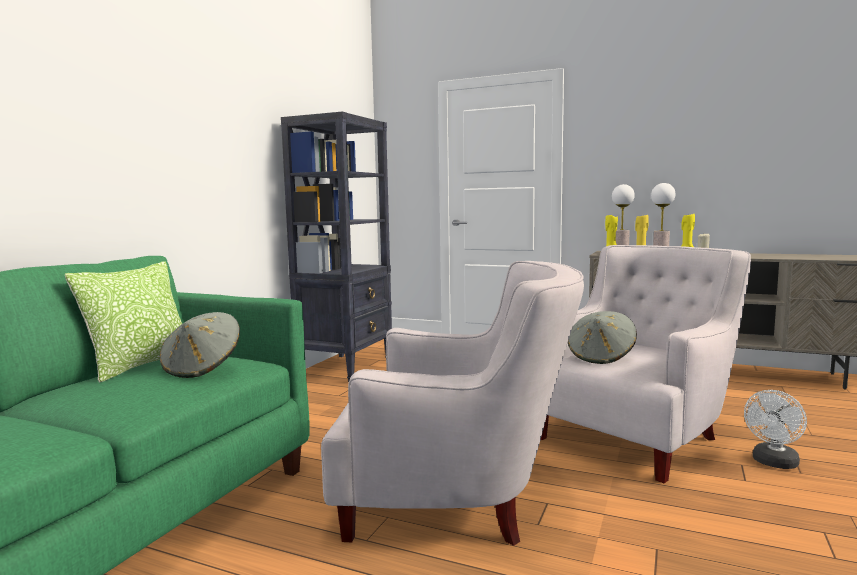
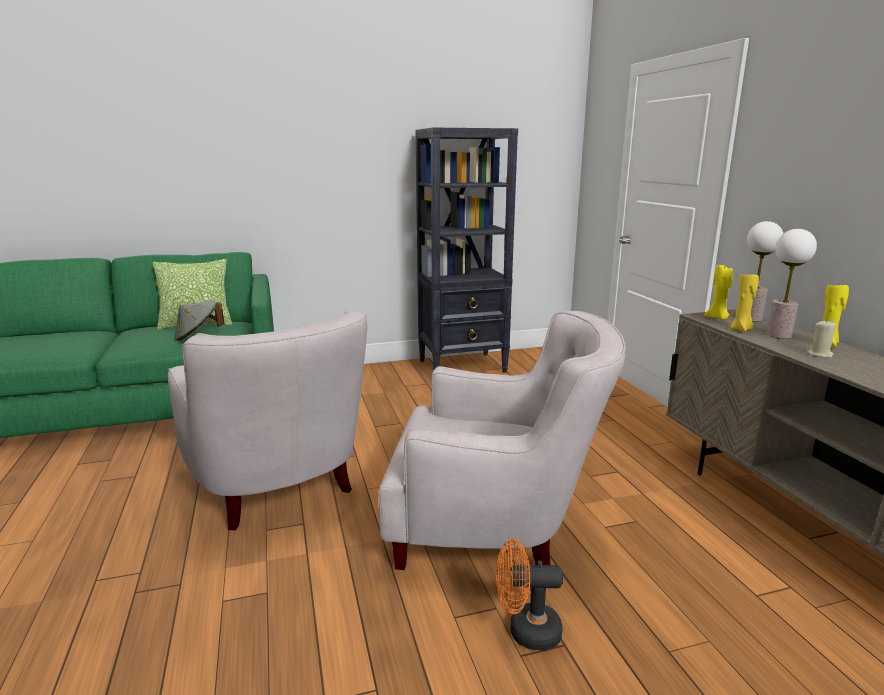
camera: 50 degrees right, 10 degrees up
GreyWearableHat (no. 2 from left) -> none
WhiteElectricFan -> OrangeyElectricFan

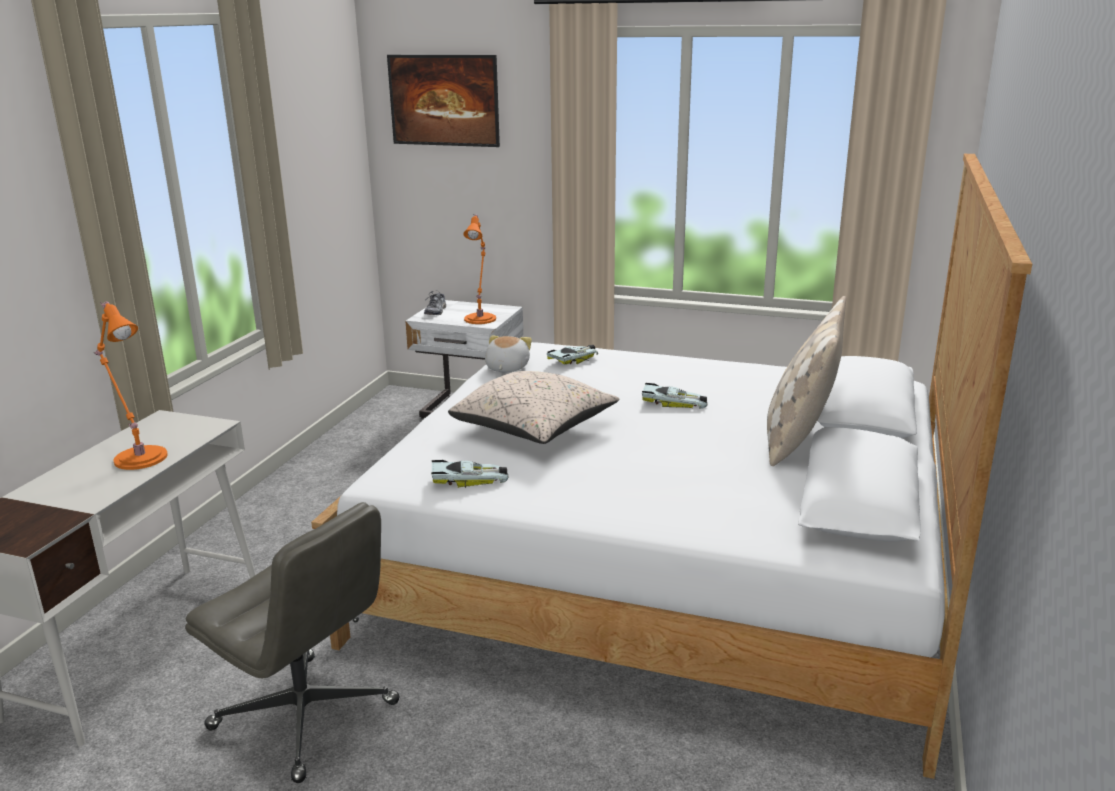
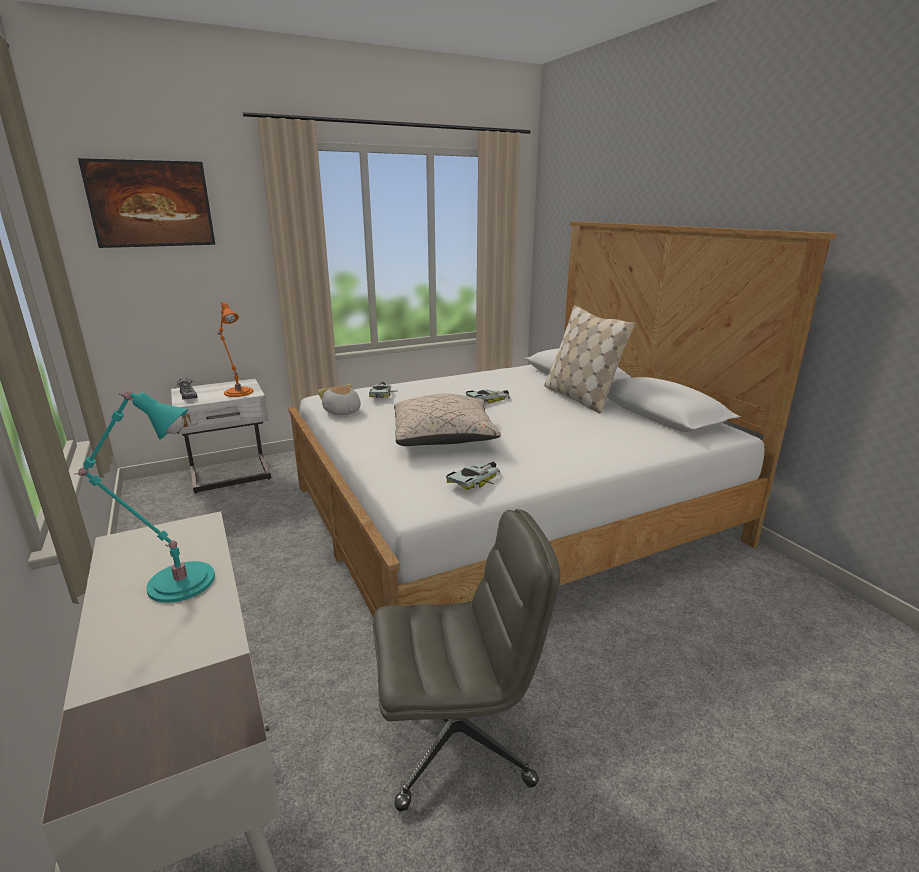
camera: 45 degrees left, 0 degrees up
OrangeyTabletopLamp (no. 1 from left) -> BlueGreenTabletopLamp

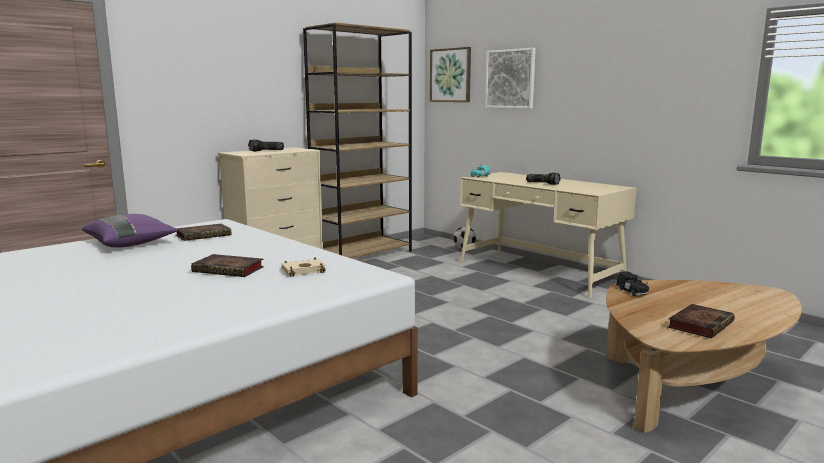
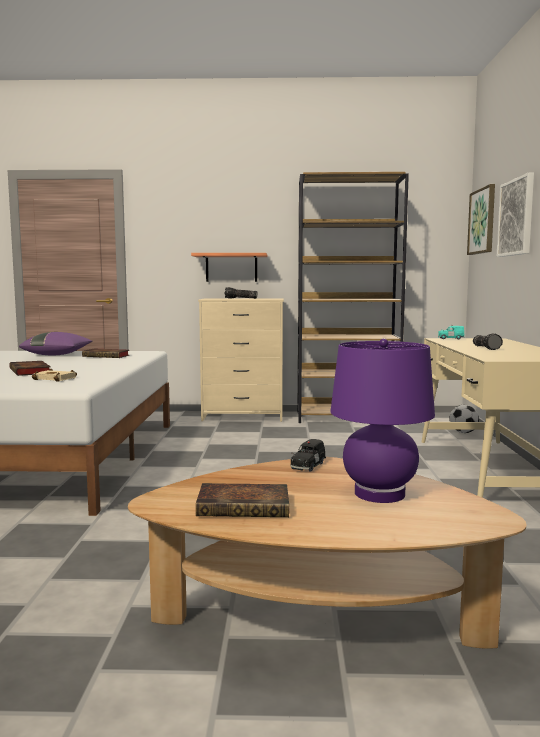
camera: 45 degrees right, 5 degrees down
none -> WallShelf
none -> PurpleTabletopLamp

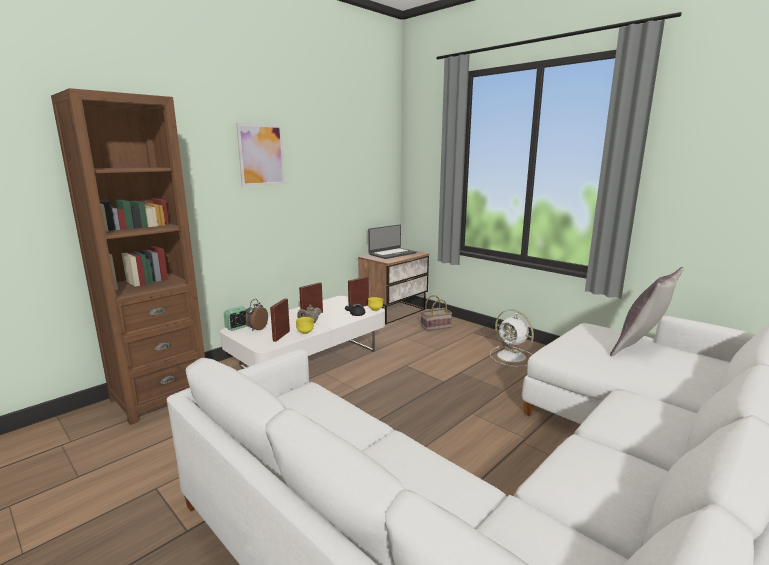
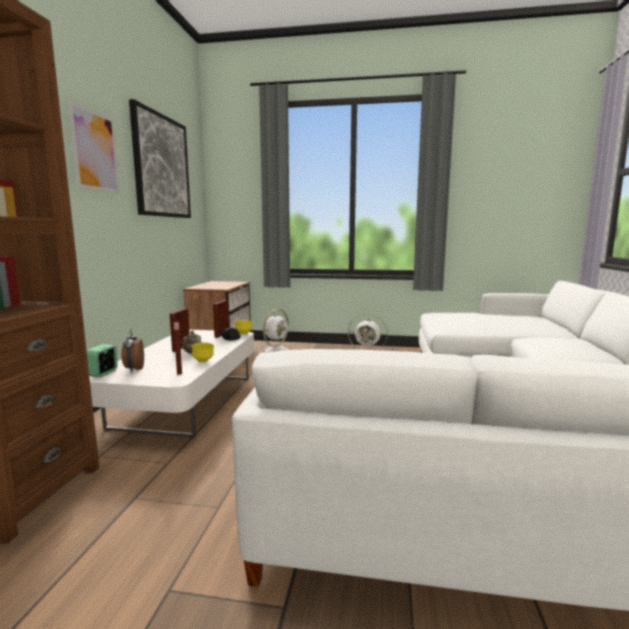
camera: 35 degrees left, 5 degrees down
PortableComputer -> none
GreyPillow -> none
none -> WallPicture (no. 2 from left)
HouseholdBasket -> WhiteElectricFan (no. 1 from left)

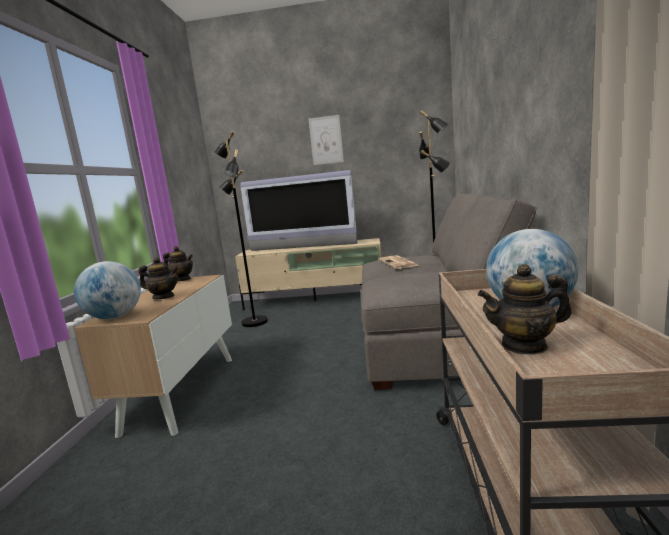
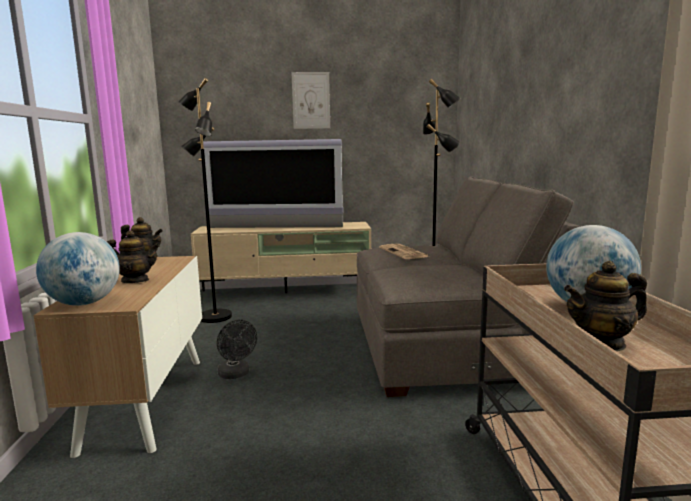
camera: 10 degrees left, 0 degrees up
none -> BlackishElectricFan

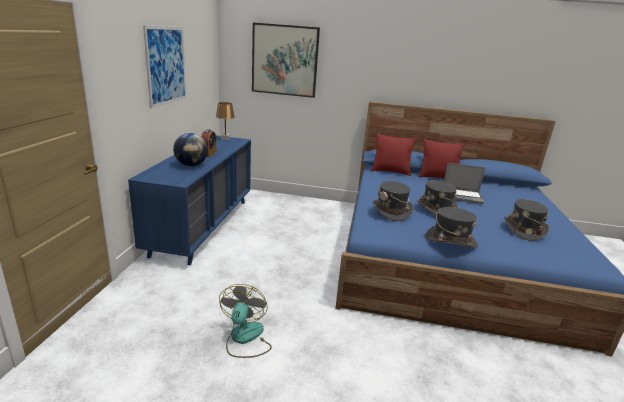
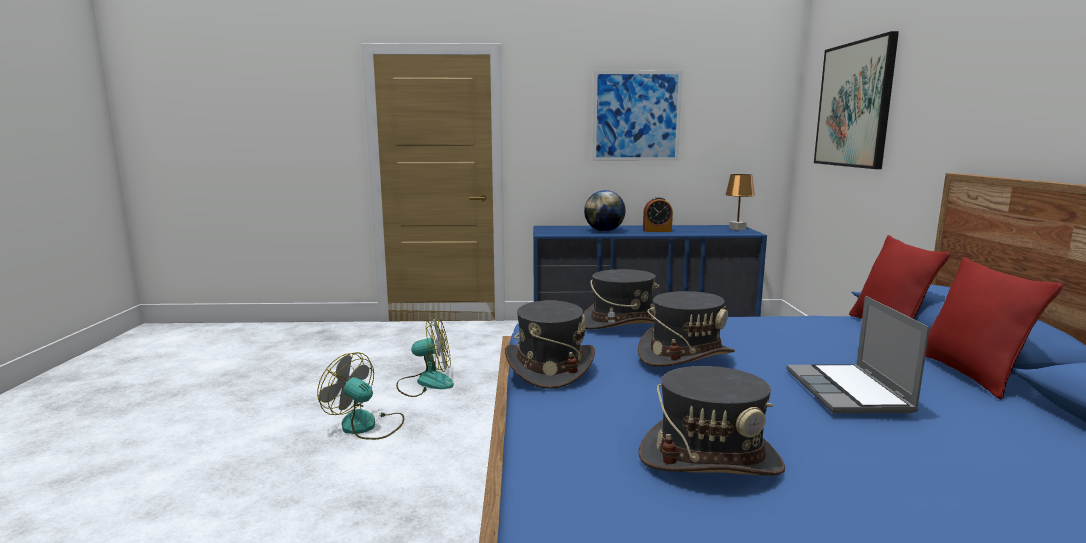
camera: 80 degrees right, 10 degrees down
none -> ElectricFan (no. 1 from left)

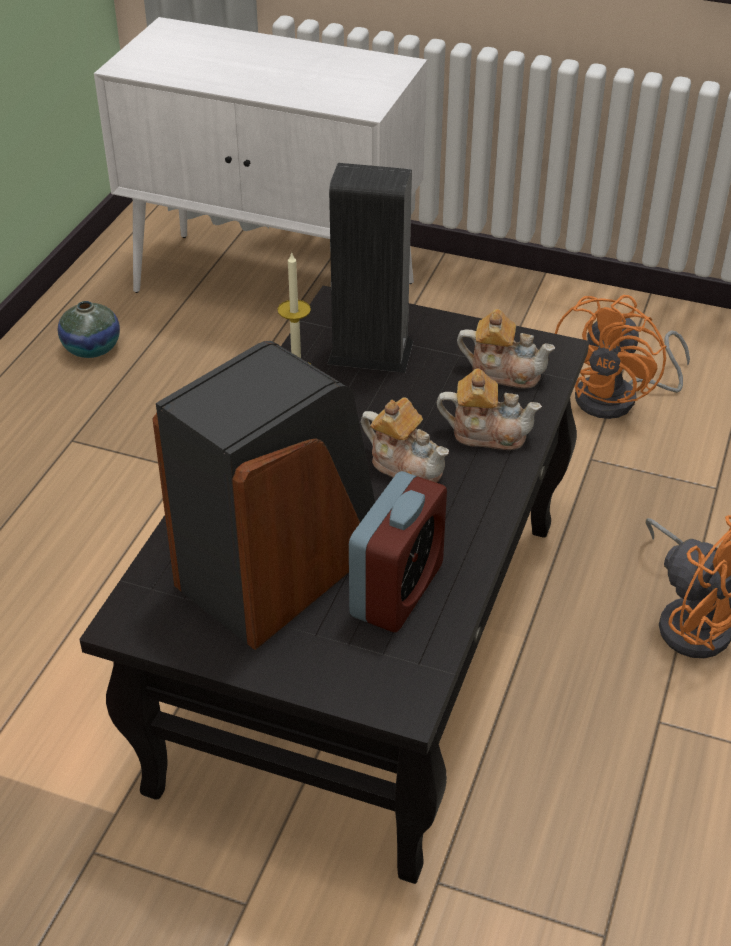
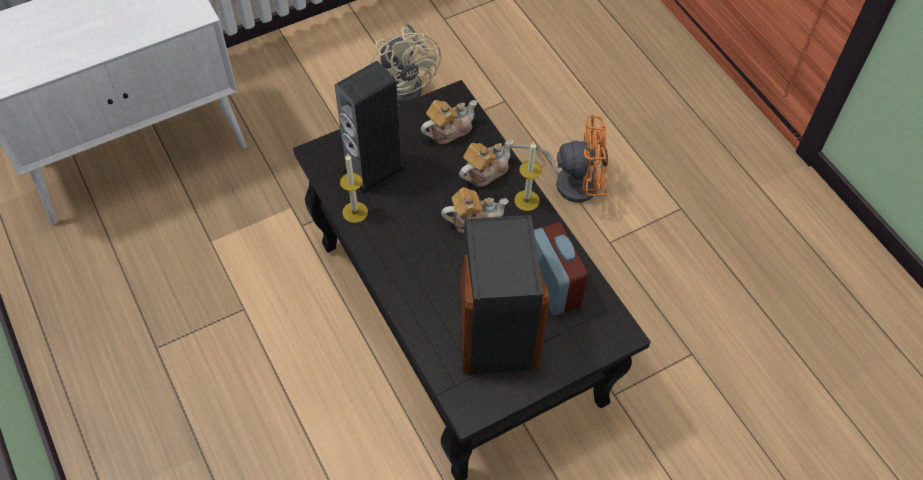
camera: 50 degrees left, 15 degrees up
FlowerVase -> none
none -> Candle (no. 2 from left)
OrangeyElectricFan (no. 1 from left) -> SandColouredElectricFan

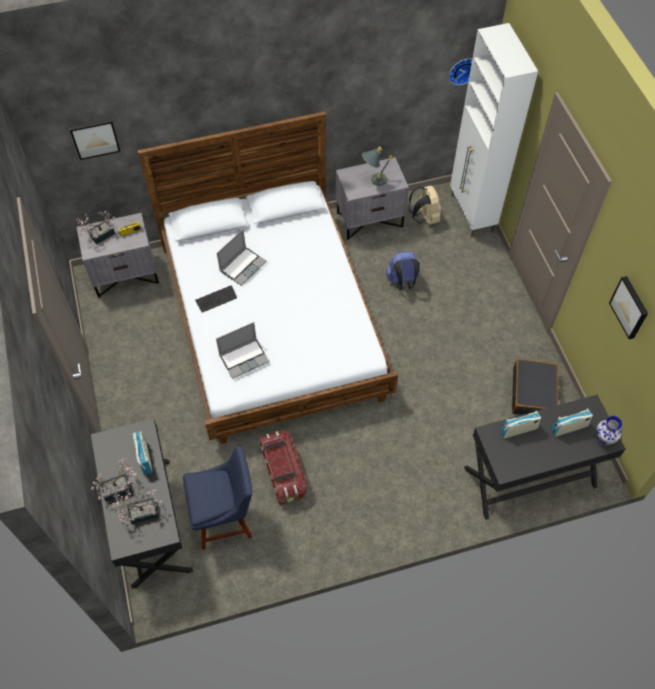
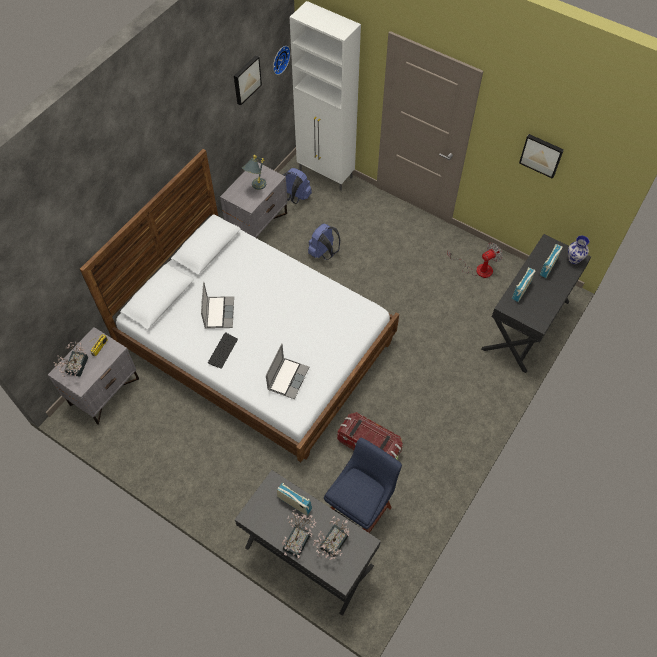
camera: 40 degrees left, 0 degrees up
WallPicture (no. 1 from left), relocated
BlackishTravelCase -> ElectricFan
SandColouredKnapsack -> BluishKnapsack (no. 1 from left)

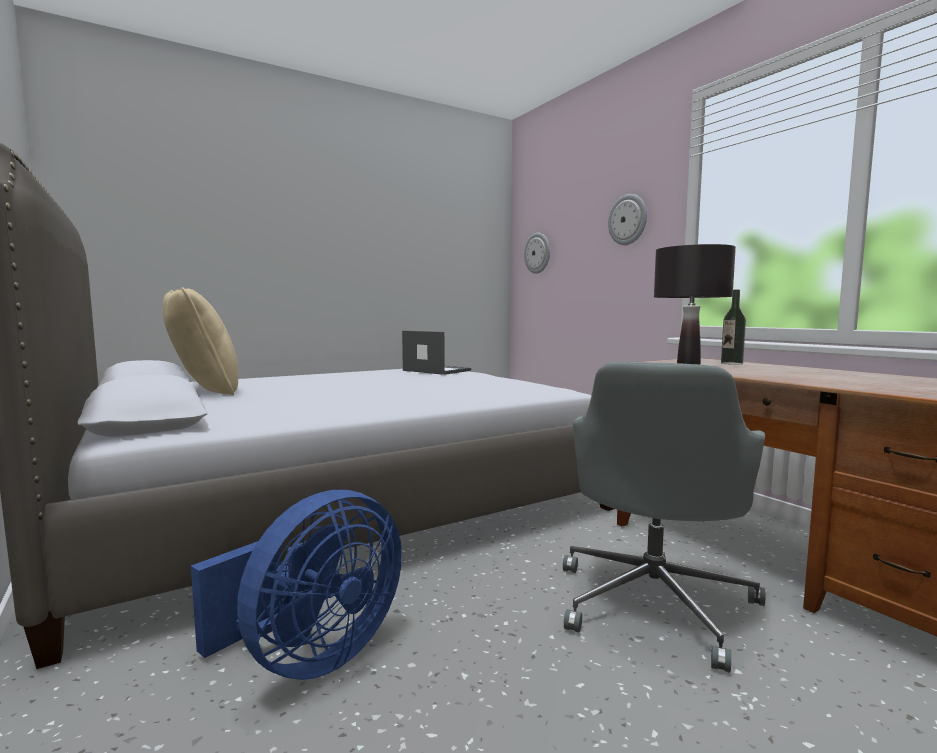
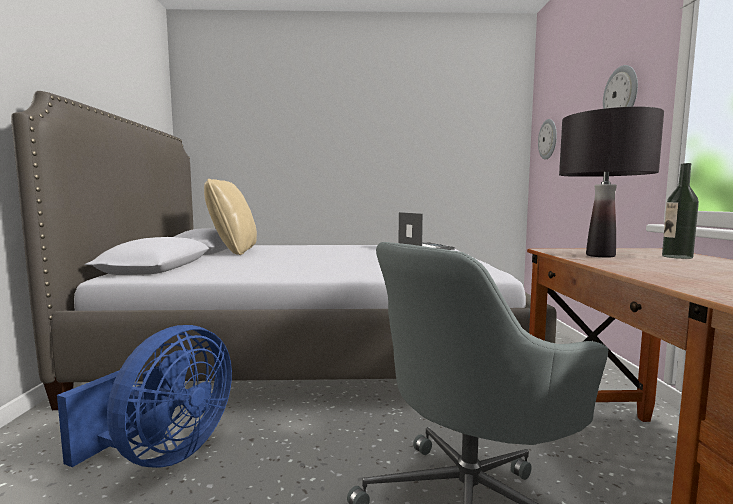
camera: 30 degrees right, 0 degrees up
BluishElectricFan, 45 degrees counterclockwise

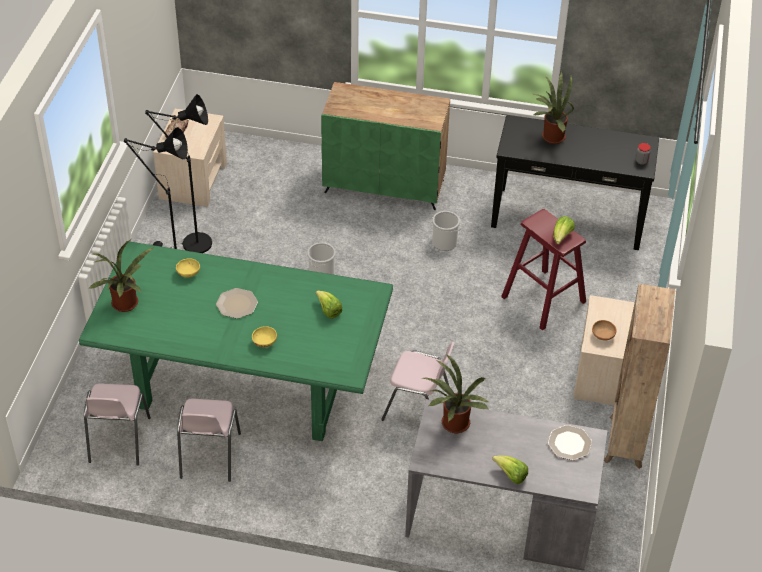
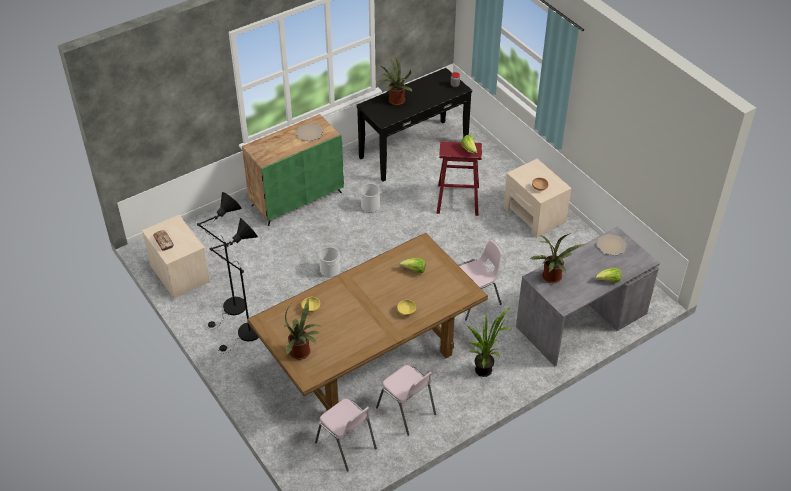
camera: 45 degrees left, 0 degrees up
BrownColouredBookcase -> none
none -> Houseplant (no. 3 from left)
DinnerPlate (no. 1 from left), relocated
GreenDiningTable -> BrownColouredDiningTable

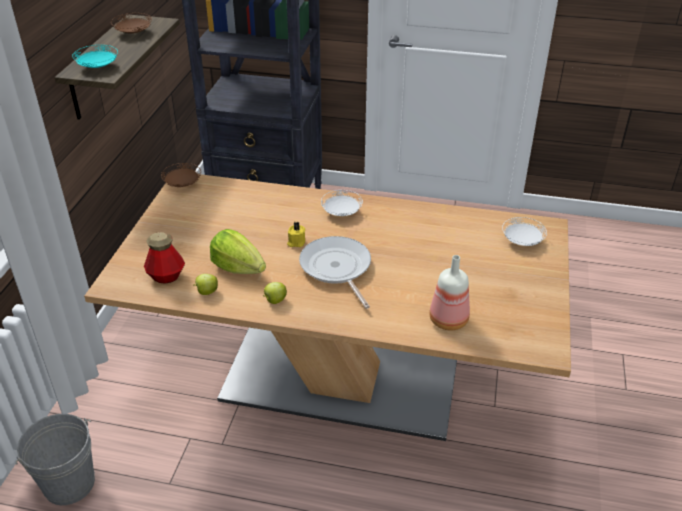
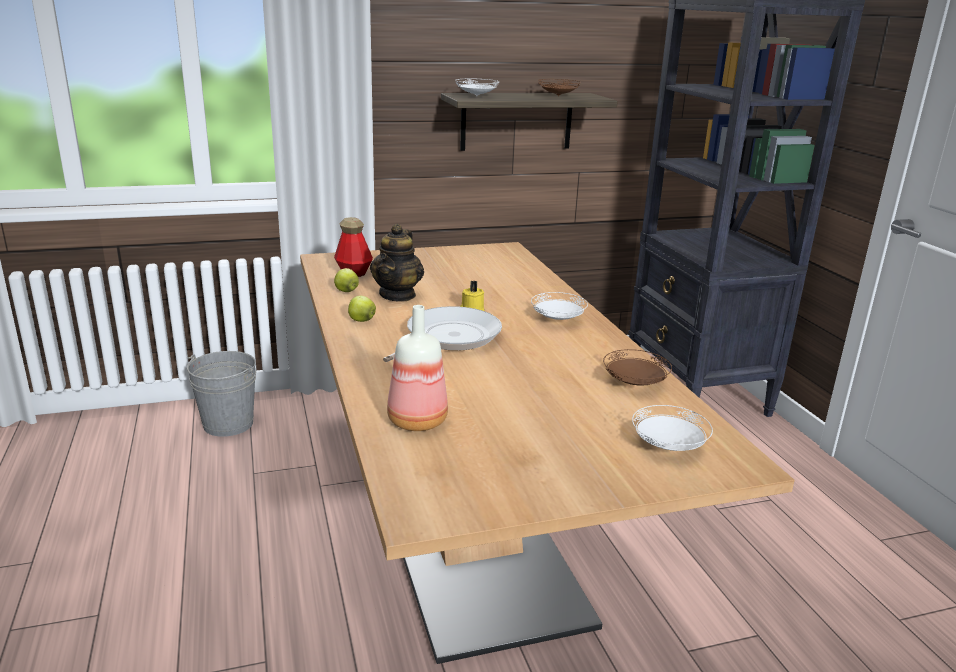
camera: 60 degrees right, 15 degrees down
BrownColouredDinnerPlate (no. 2 from left), relocated
HeadOfLettuce -> PotForTea
BlueGreenDinnerPlate -> WhiteDinnerPlate (no. 1 from left)

